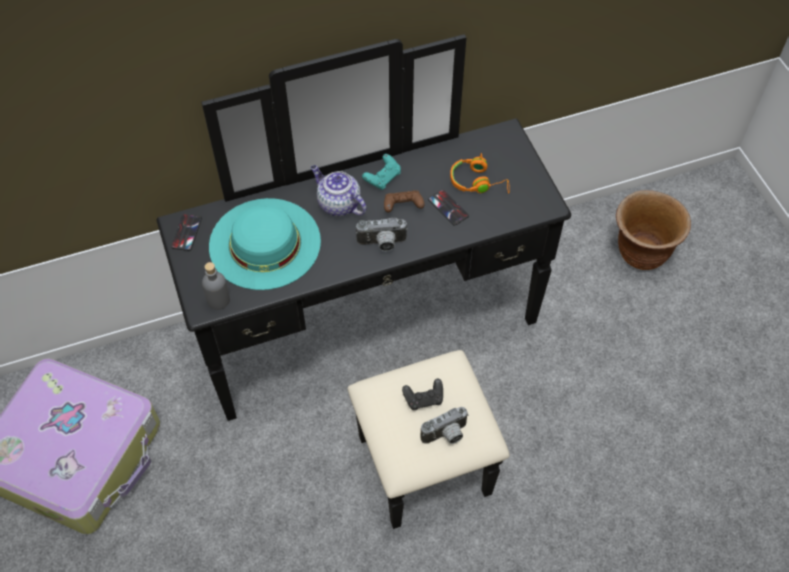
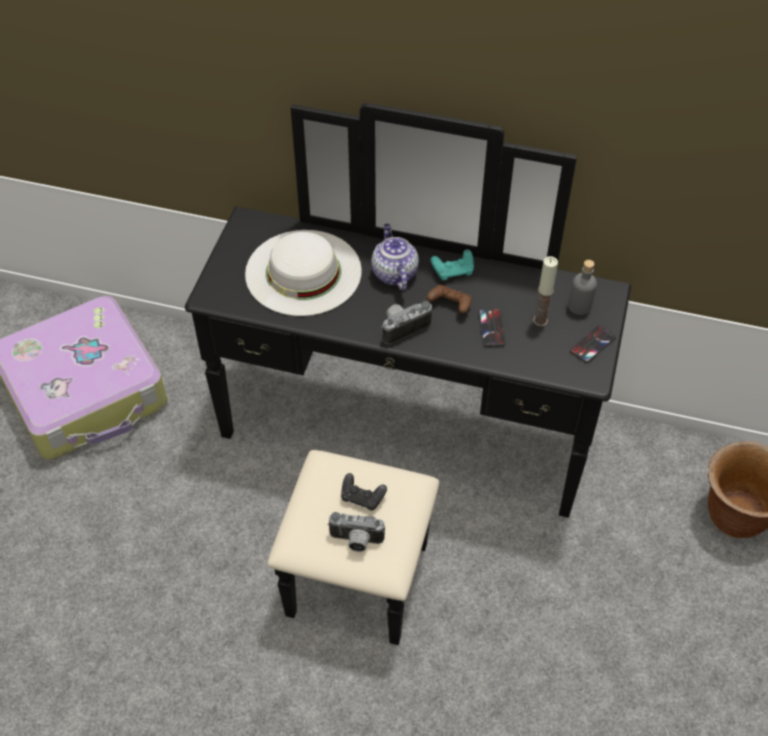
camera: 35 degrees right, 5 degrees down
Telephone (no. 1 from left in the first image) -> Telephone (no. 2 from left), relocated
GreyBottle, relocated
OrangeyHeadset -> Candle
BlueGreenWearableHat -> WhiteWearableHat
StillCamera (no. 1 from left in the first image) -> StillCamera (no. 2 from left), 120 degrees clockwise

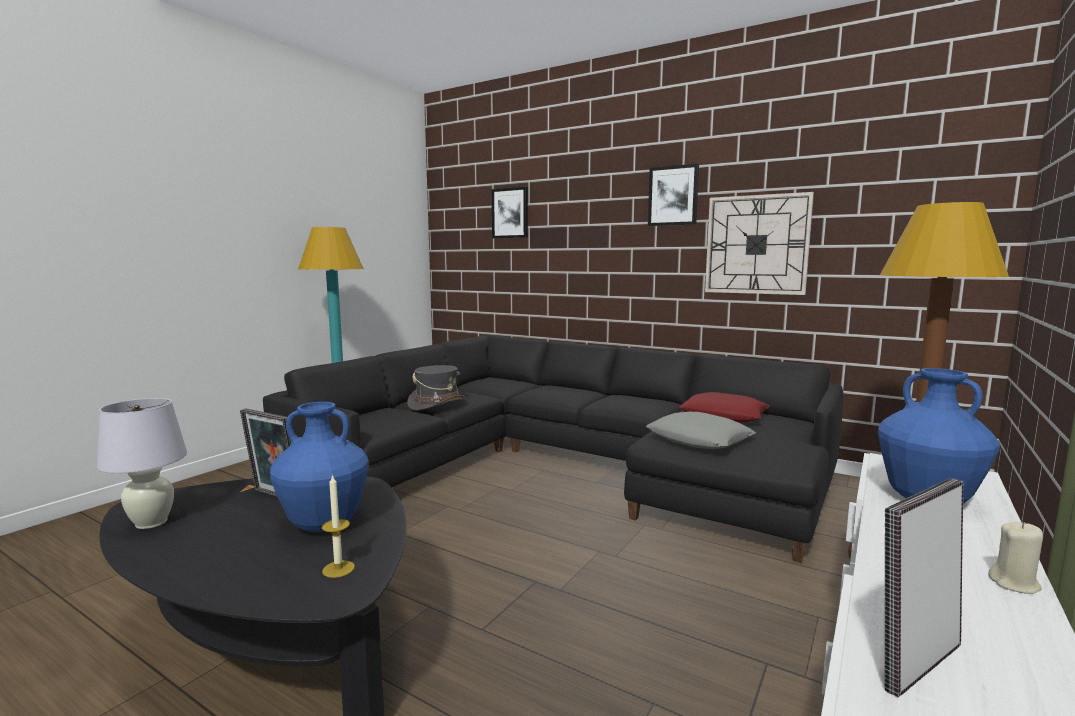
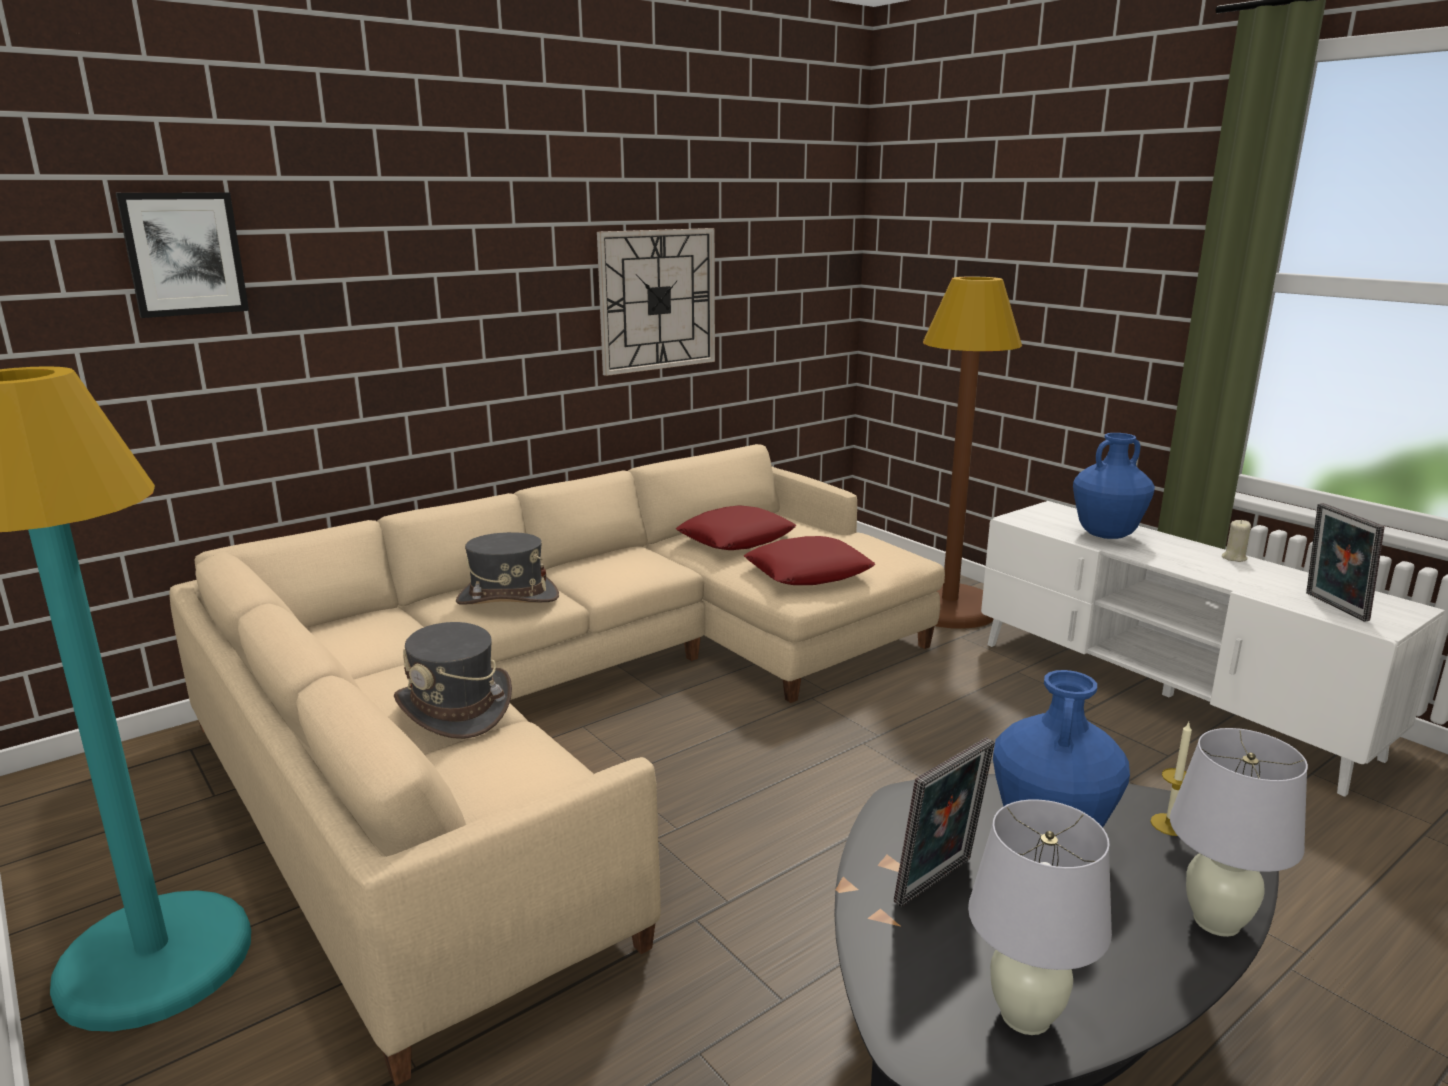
camera: 70 degrees left, 10 degrees up
WallPicture (no. 2 from left) -> none
none -> GreyWearableHat (no. 2 from left)
none -> WhiteTabletopLamp (no. 2 from left)
BlackishSettee -> SandColouredSettee
GreyPillow -> RedPillow (no. 2 from left)

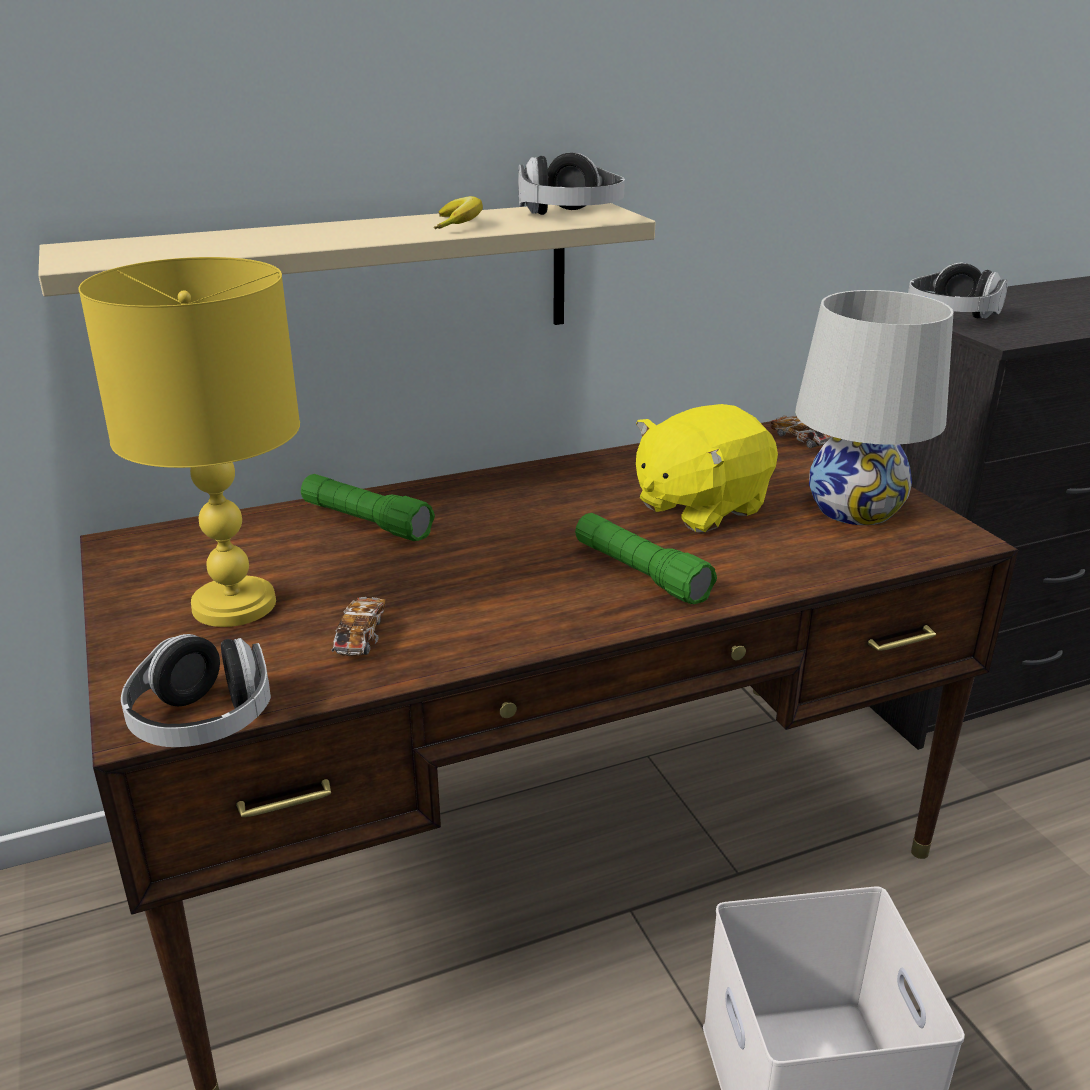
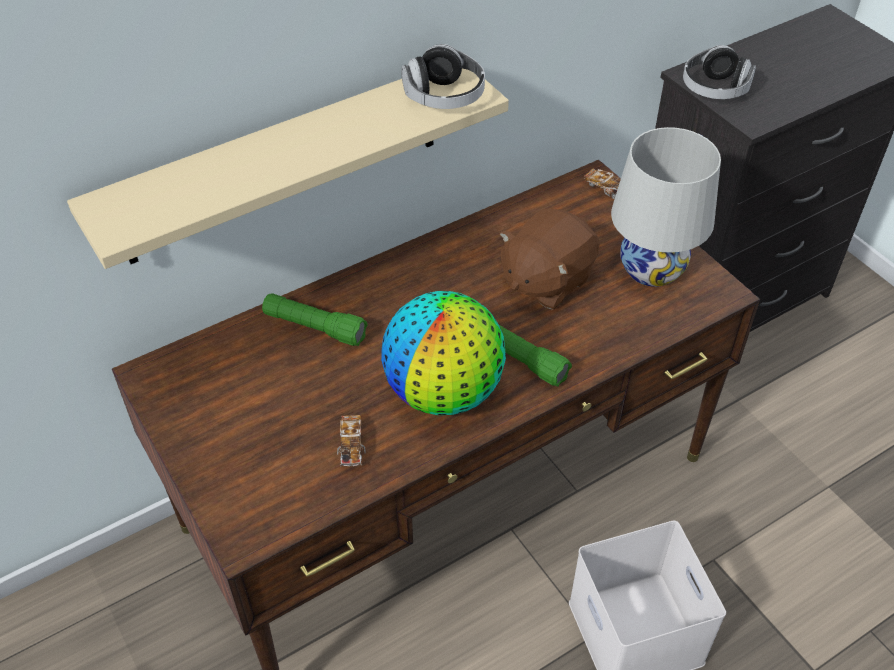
camera: 10 degrees left, 20 degrees up
YellowishTabletopLamp -> none
Headset (no. 1 from left) -> none
WholeBanana -> none
none -> WorldGlobe
YellowishCuddlyToy -> BrownColouredCuddlyToy

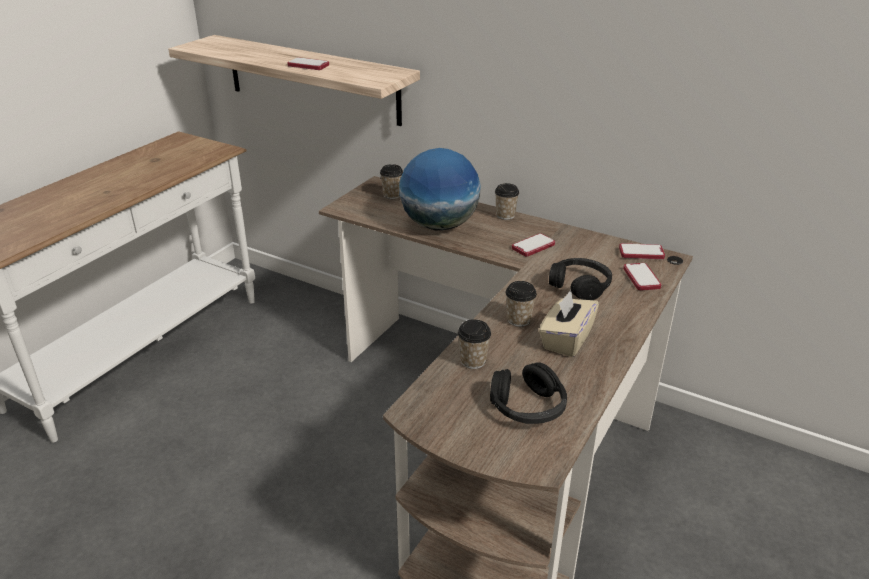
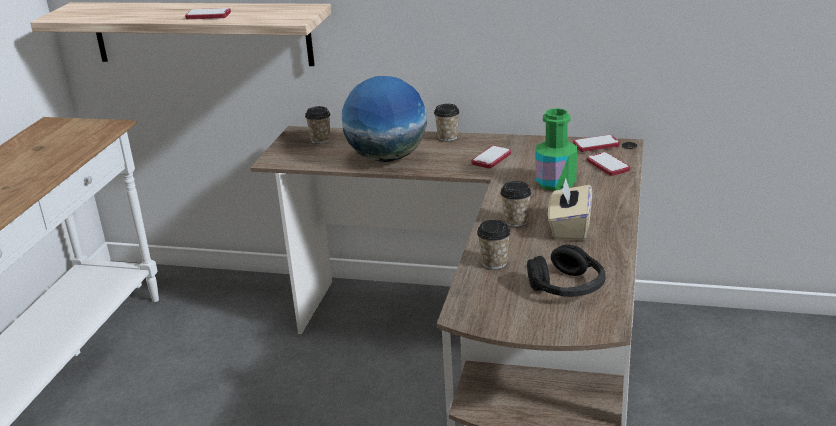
camera: 15 degrees left, 5 degrees down
BlackishHeadset (no. 2 from left) -> GreenBottle

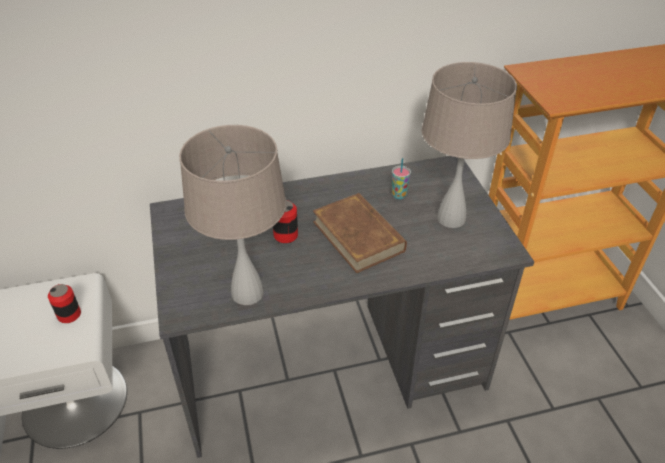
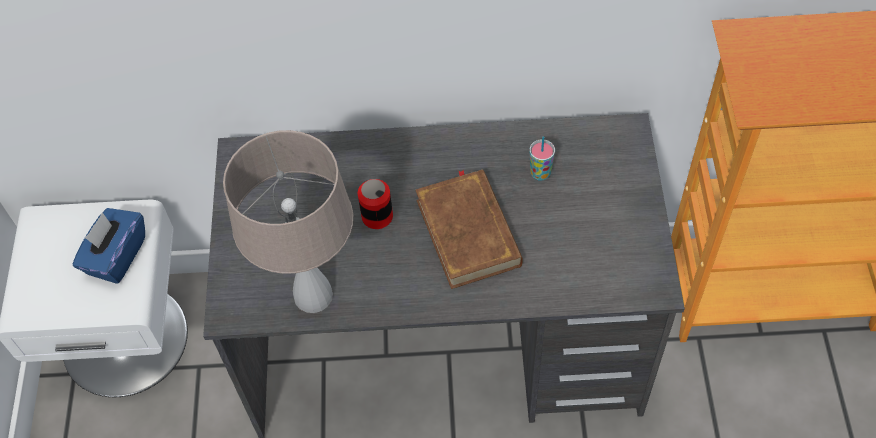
camera: 15 degrees right, 15 degrees up
SandColouredTabletopLamp (no. 2 from left) -> none
SealedCan (no. 1 from left) -> BluishTissueBox

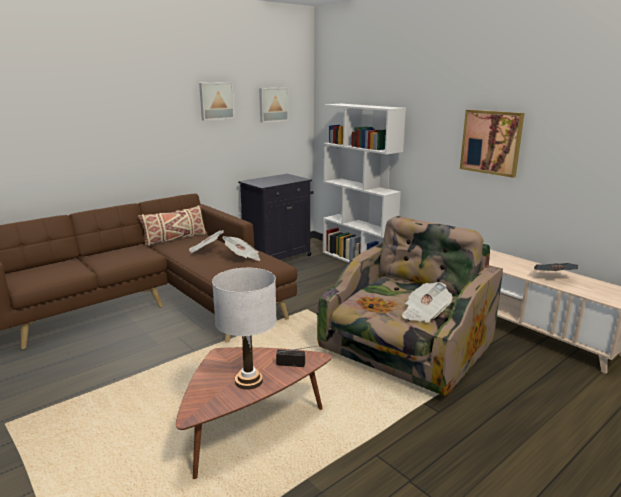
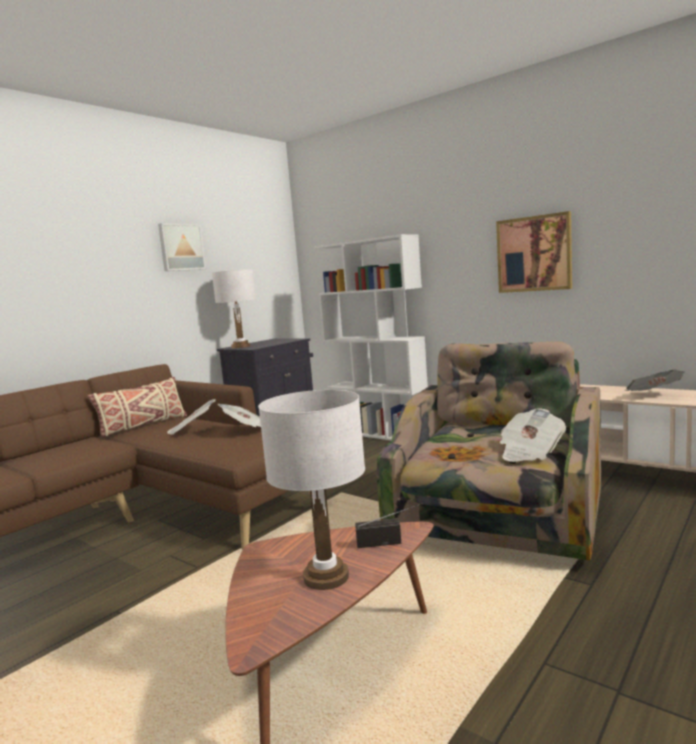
camera: 10 degrees left, 10 degrees down
WallPicture (no. 2 from left) -> none
none -> WhiteTabletopLamp (no. 1 from left)

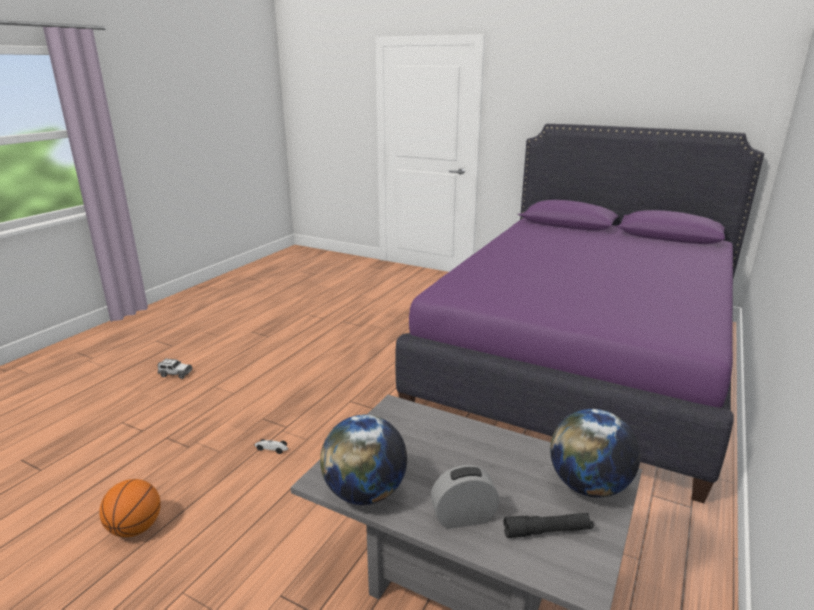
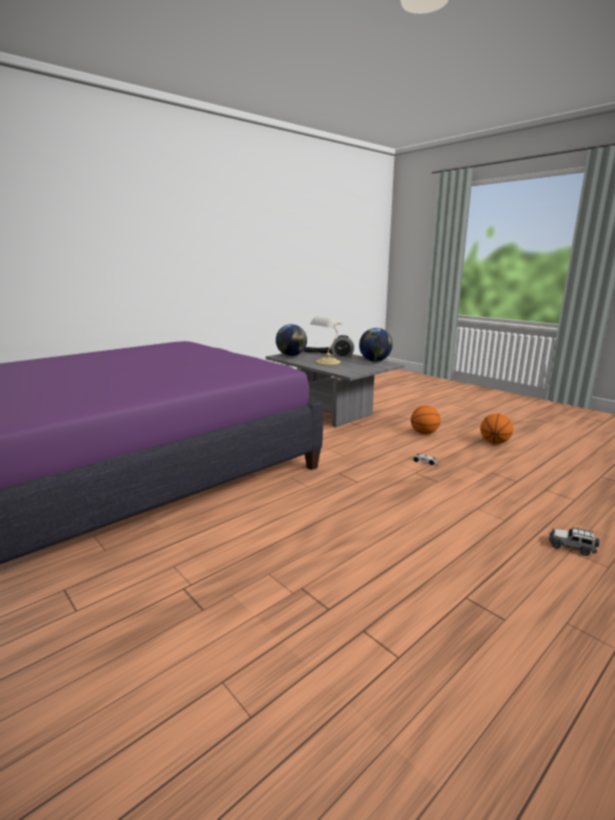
camera: 160 degrees left, 5 degrees down
none -> TabletopLamp
none -> Basketball (no. 1 from left)

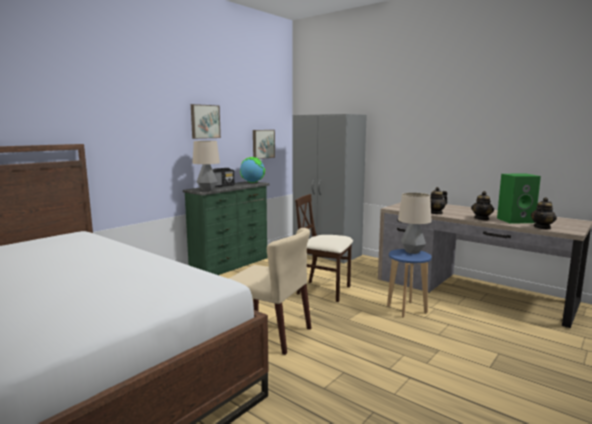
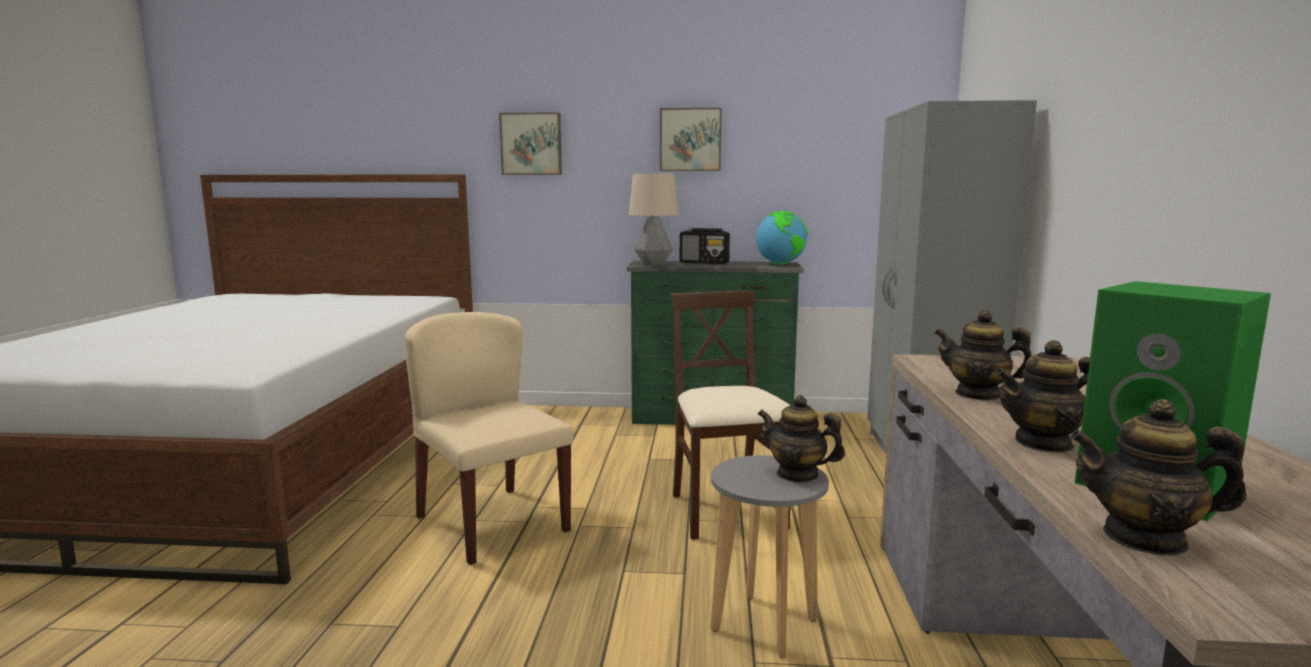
camera: 55 degrees right, 0 degrees up
WallPicture (no. 2 from left in the first image) -> WallPicture (no. 1 from left), relocated
TabletopLamp (no. 2 from left) -> PotForTea (no. 1 from left)
BluishStool -> GreyStool
SandColouredChair (no. 1 from left), 150 degrees clockwise

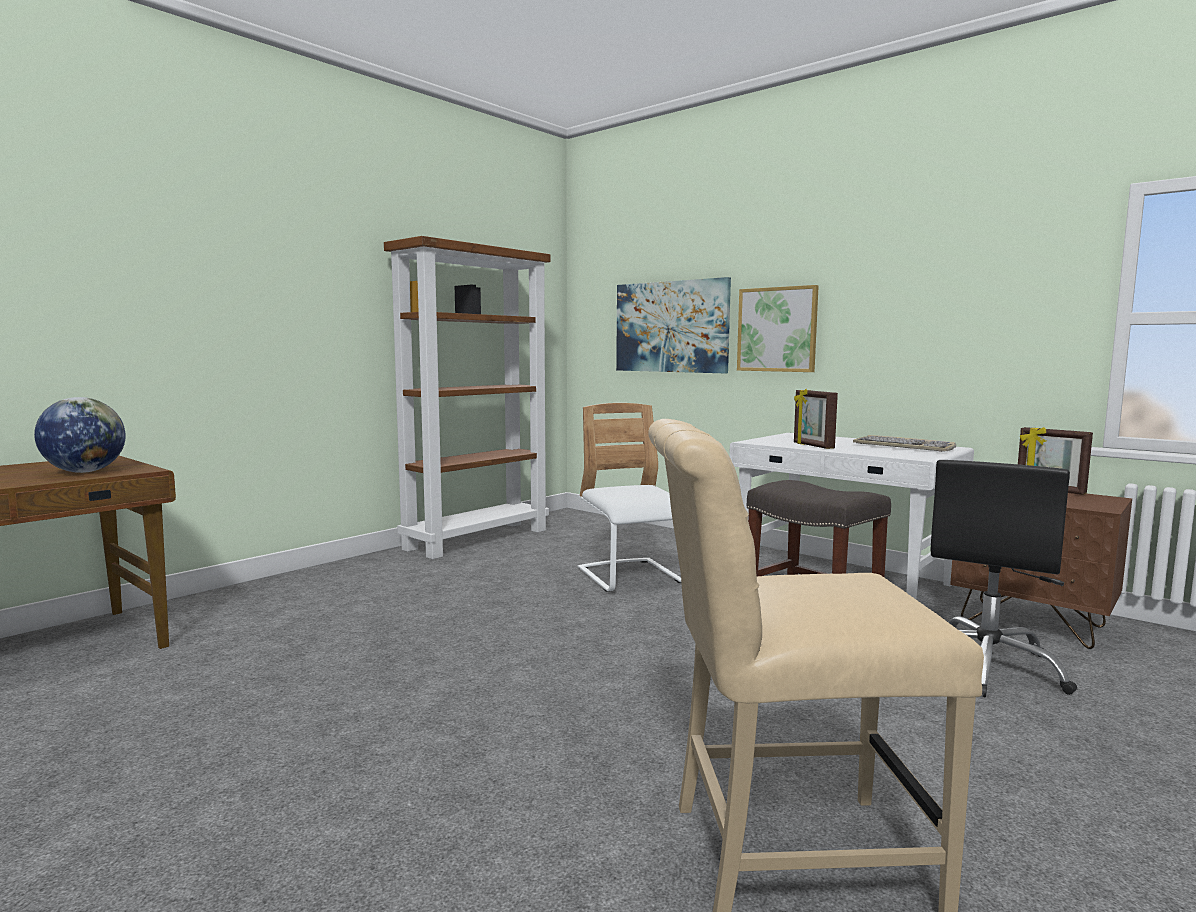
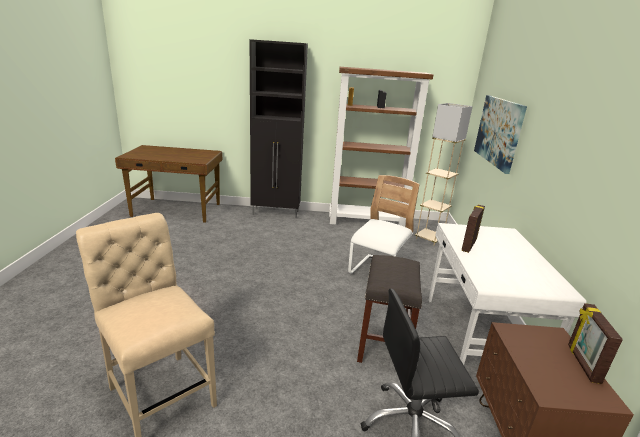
camera: 50 degrees right, 15 degrees up
WorldGlobe -> none
WallPicture (no. 2 from left) -> none
ComputerKeyboard -> none
none -> BlackishStorageCabinet
none -> SandColouredFloorLamp

